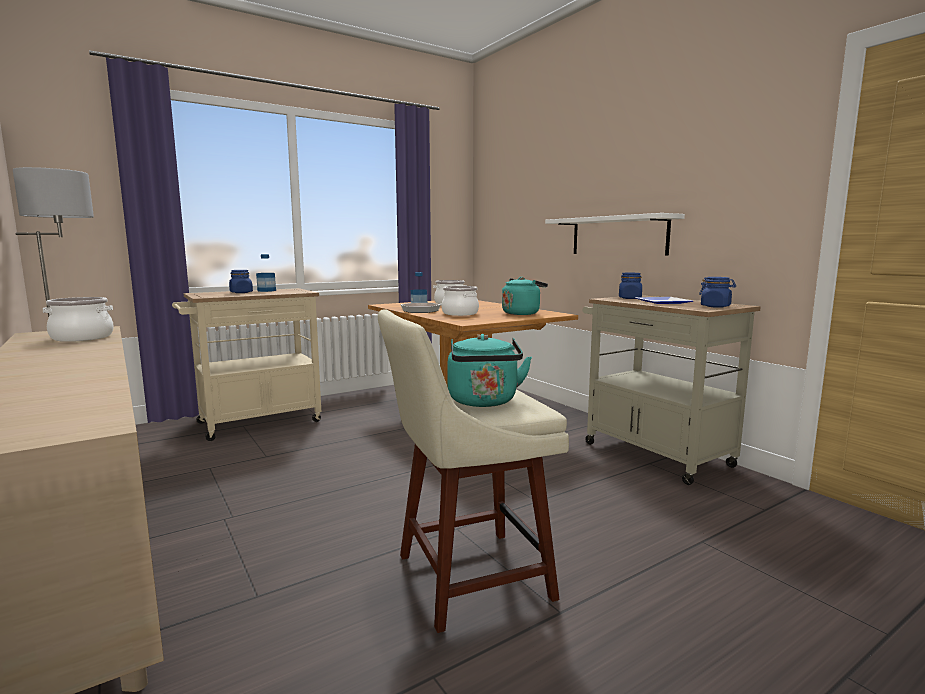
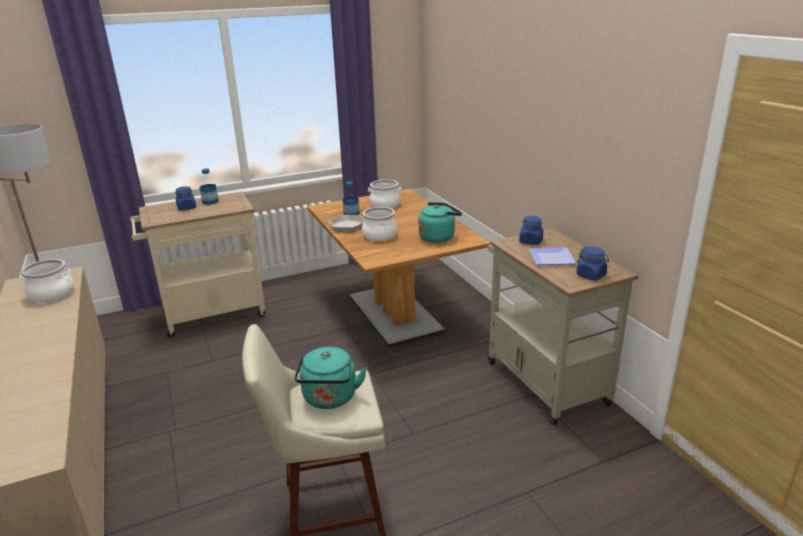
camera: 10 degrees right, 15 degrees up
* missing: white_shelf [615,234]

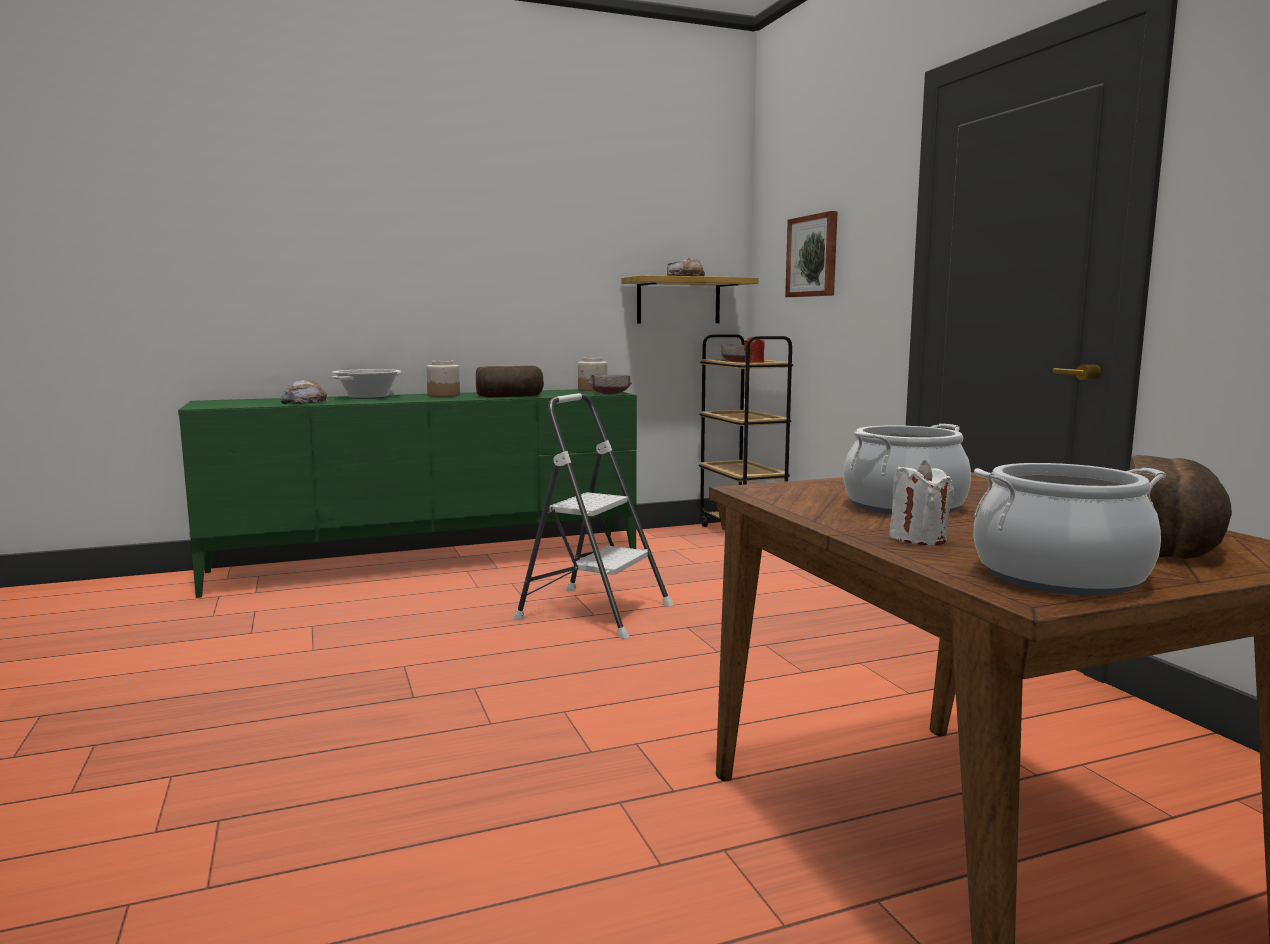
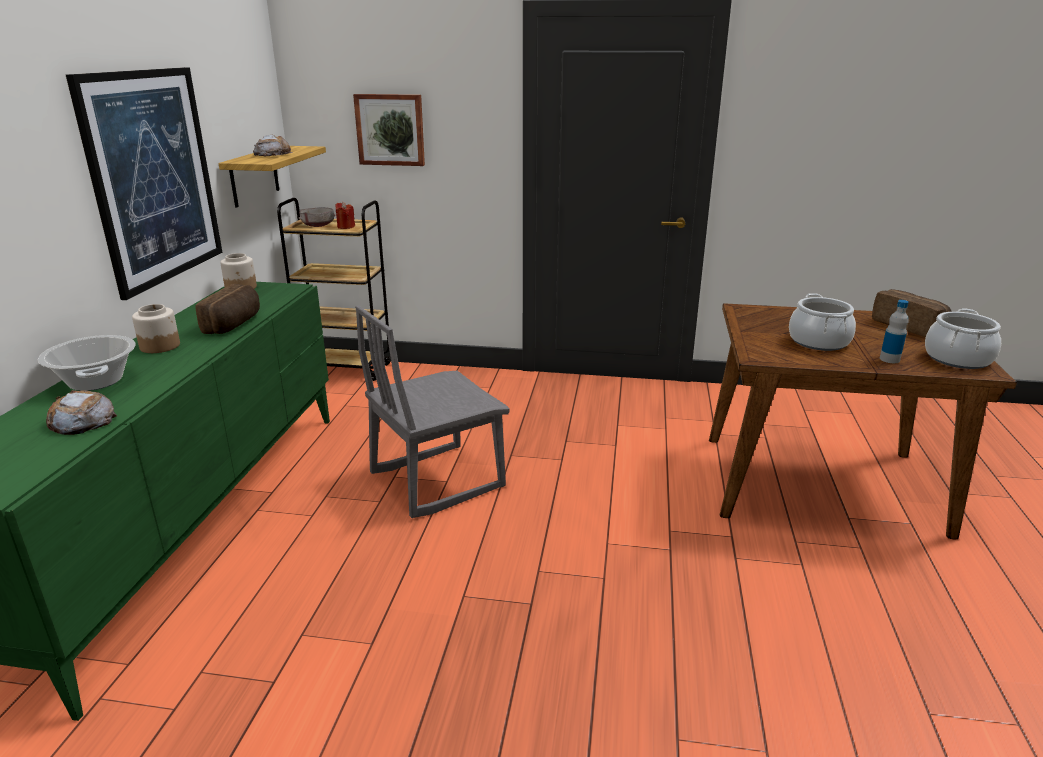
camera: 60 degrees left, 15 degrees up
* missing: grey_bowl [610,384]
* exchanged: white_step_ladder [593,516] to grey_chair [432,411]
* exchanged: white_candle [921,502] to bottle [894,331]
* appeared: picture [144,183]

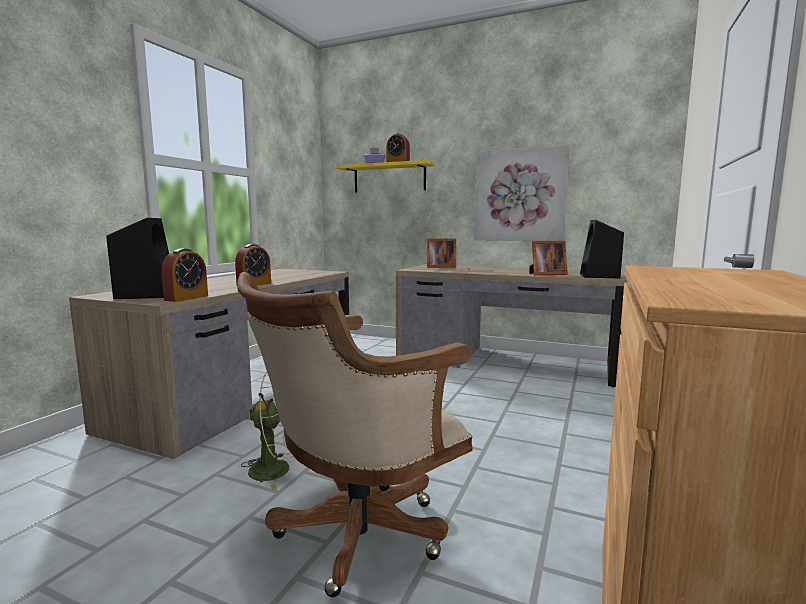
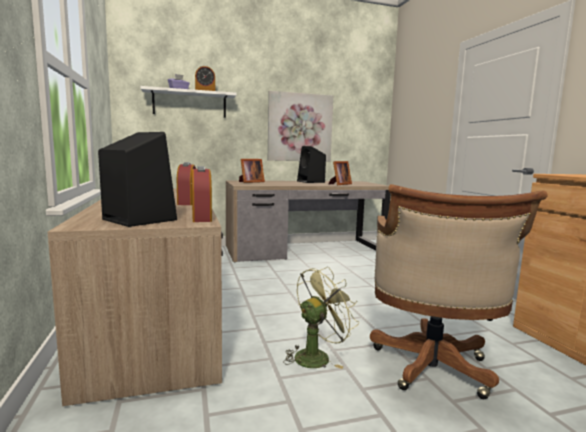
camera: 40 degrees left, 0 degrees up
* colour: yellow_shelf [385,176] to white_shelf [188,102]
* relocated: black_speaker [602,249] to [311,164]

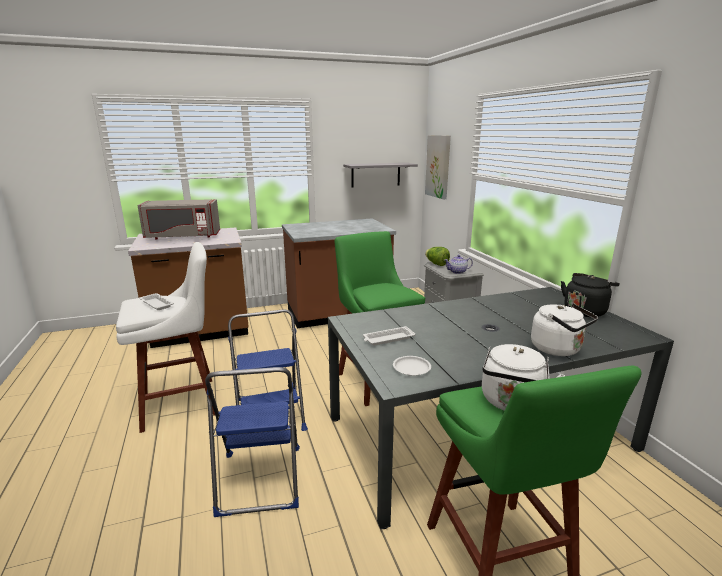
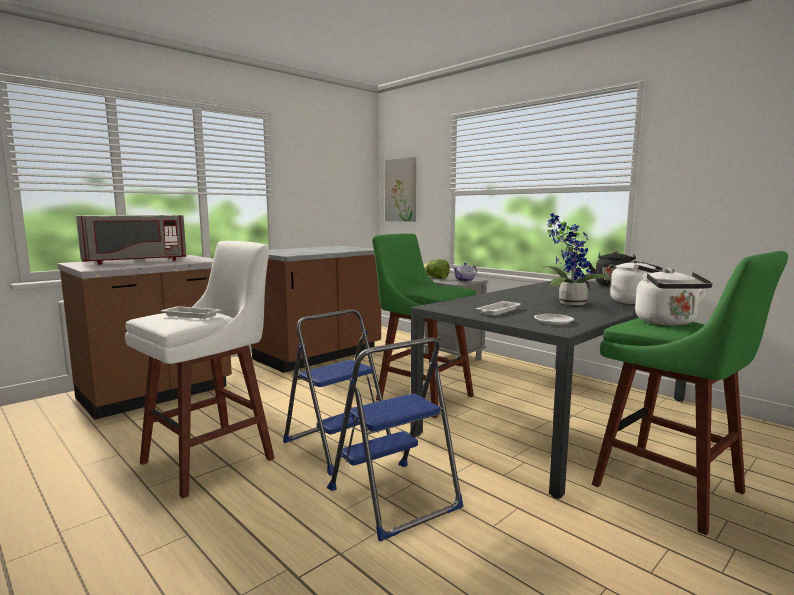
camera: 25 degrees left, 10 degrees down
* missing: grey_shelf [380,175]
* appeared: potted_plant [575,259]

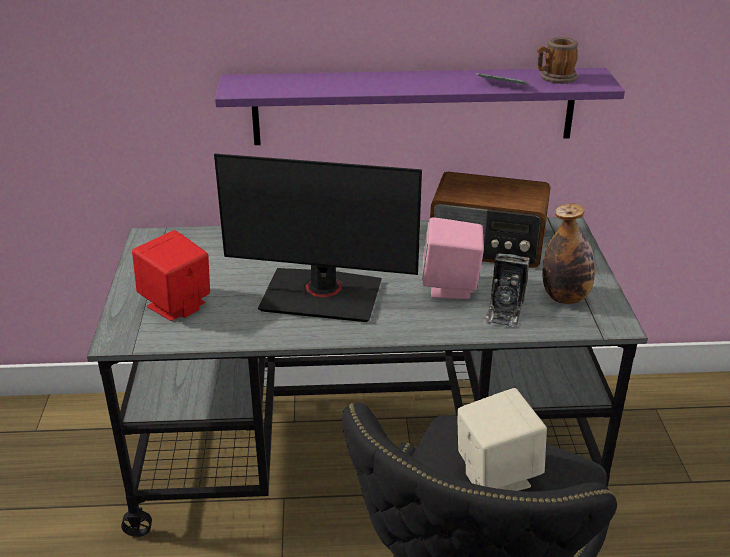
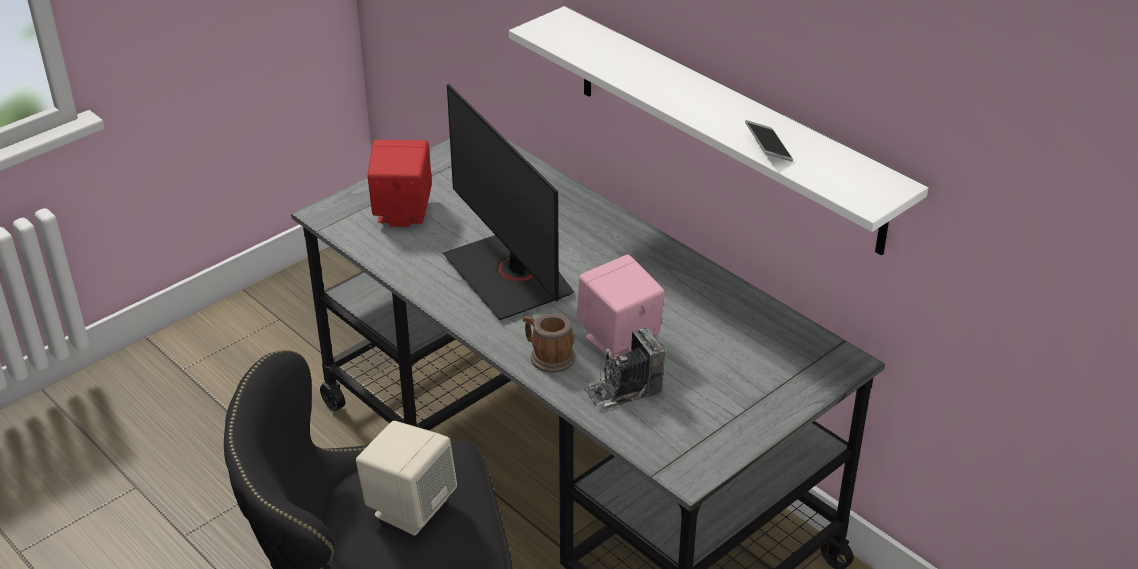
camera: 50 degrees right, 5 degrees up
* relocated: mug [557,60] to [549,343]
* colour: purple_shelf [420,106] to white_shelf [718,130]
* missing: radio [490,220]
* missing: bottle [568,253]

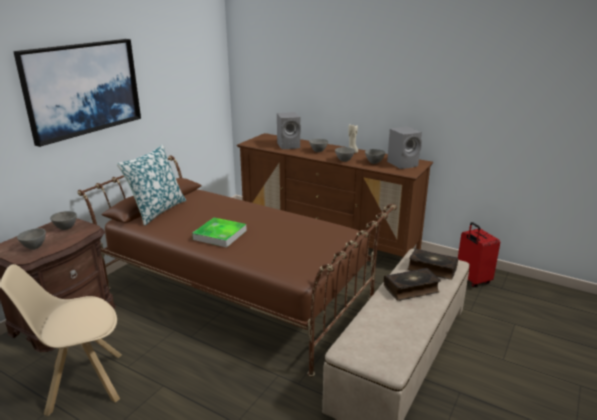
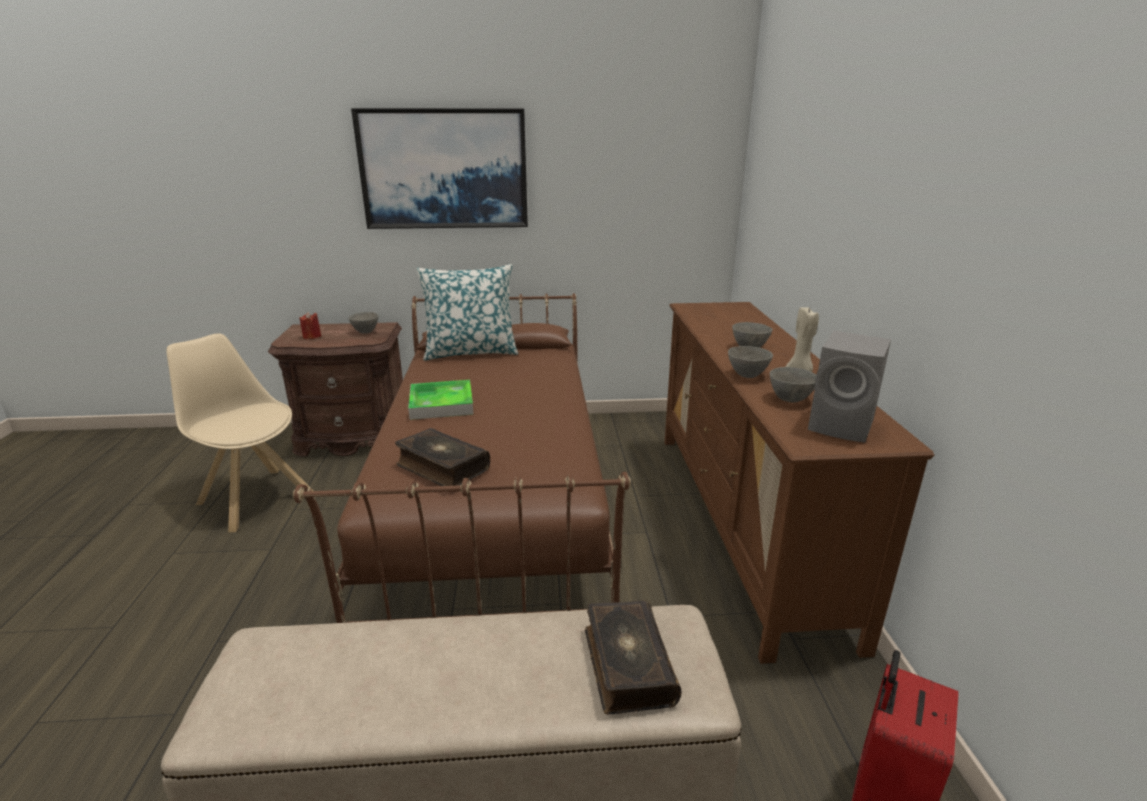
camera: 55 degrees right, 0 degrees up
* missing: grey_speaker [289,130]
* exchanged: grey_bowl [31,239] to red_candle [310,325]
* relocated: book [412,284] to [442,457]

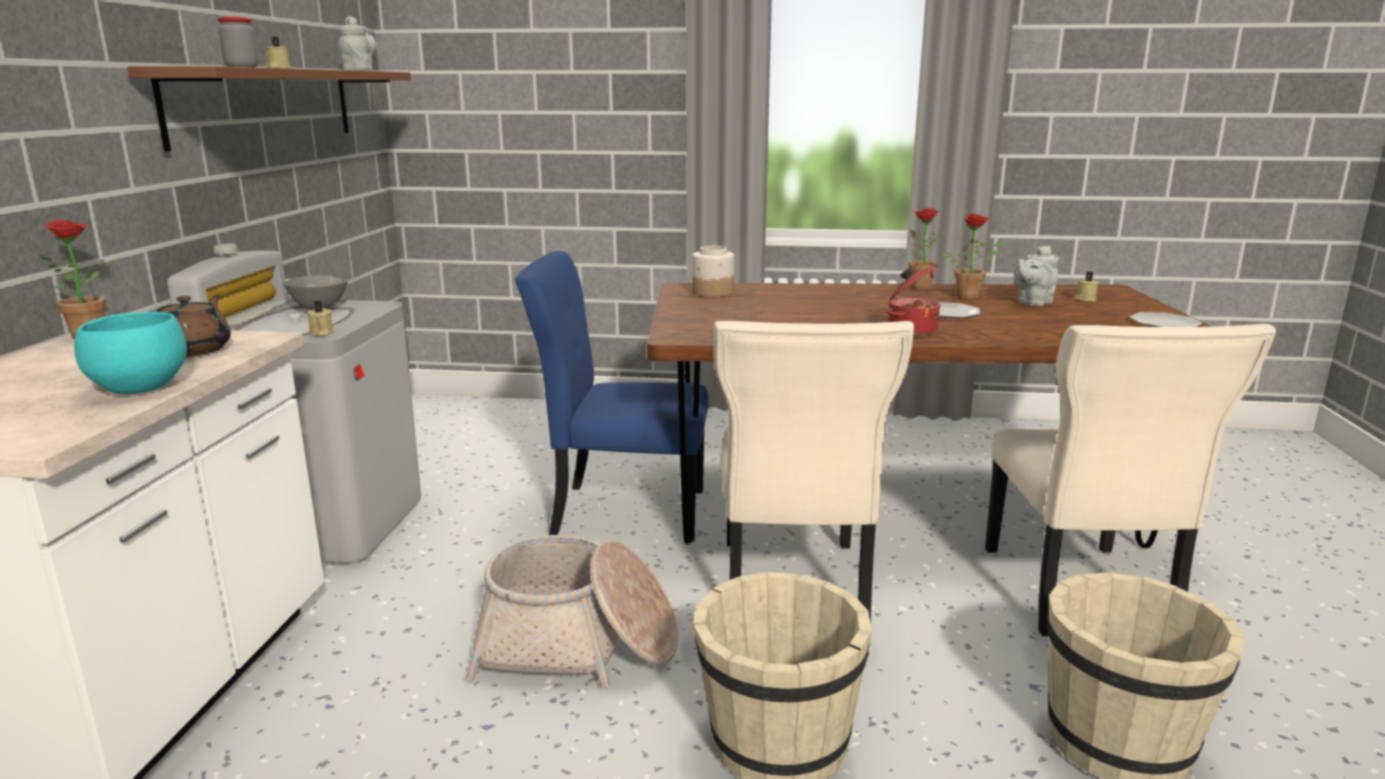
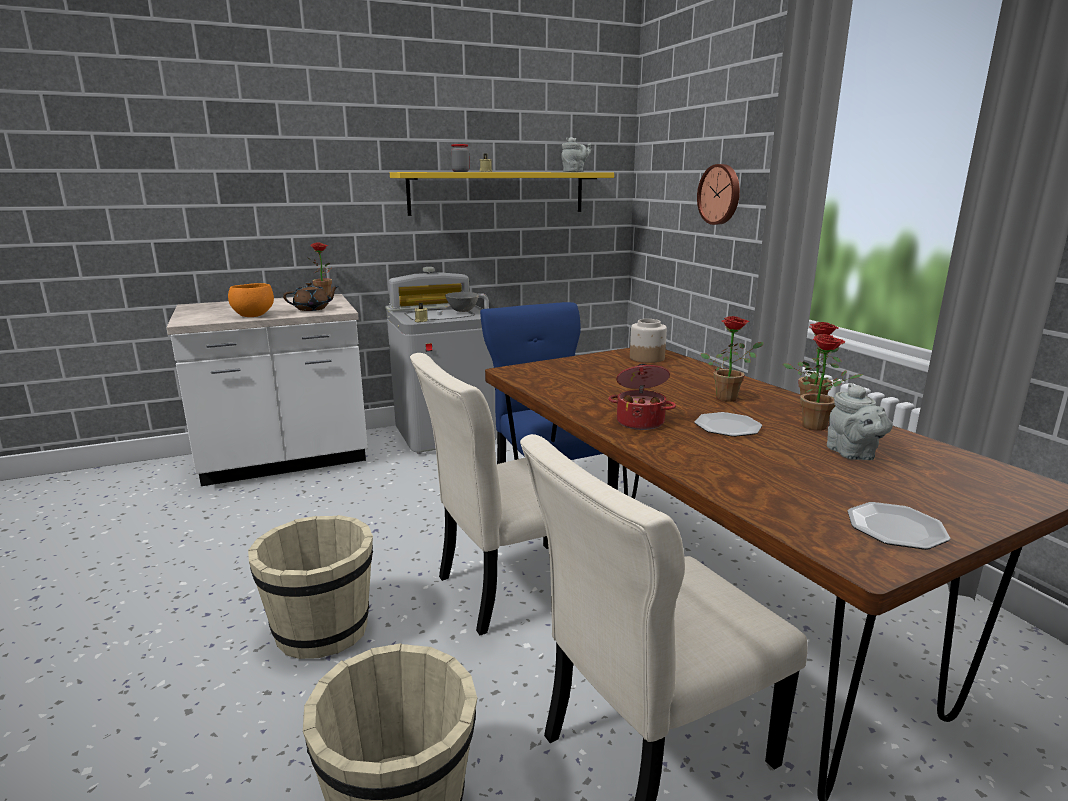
camera: 60 degrees right, 0 degrees up
* colour: brown_shelf [269,109] to yellow_shelf [502,194]
* spun: grey_teapot [1036,276] = [860,421] 120 degrees counterclockwise
* missing: beige_candle [1086,286]
* colour: turquoise_bowl [130,353] to orange_bowl [251,300]
* missing: basket [571,612]
* appeared: wall_clock [718,194]
* appeared: potted_plant [732,359]

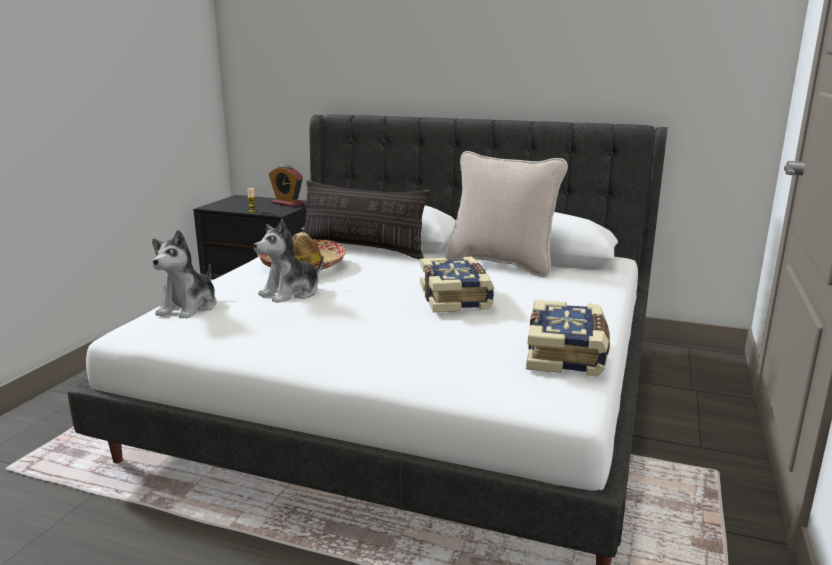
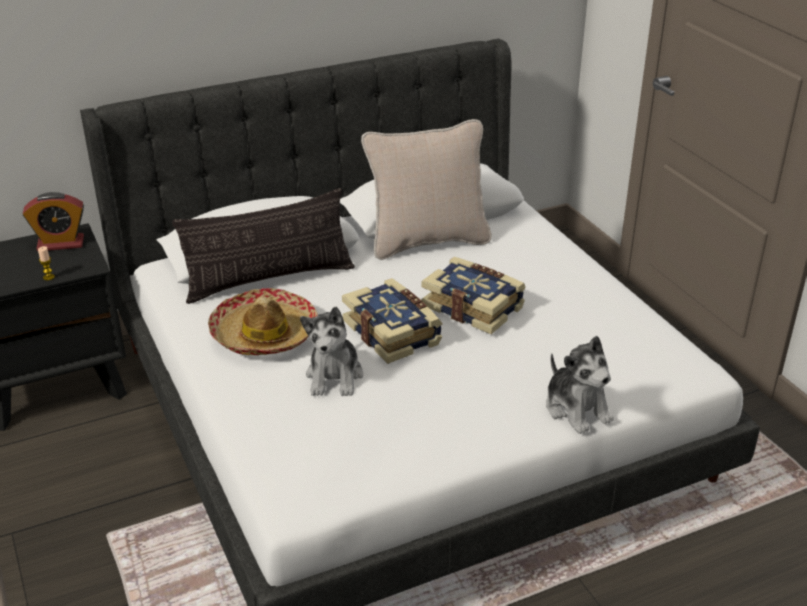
camera: 45 degrees left, 15 degrees up
* relocated: plush_toy [184,274] to [580,385]
* relocated: book [568,338] to [392,321]

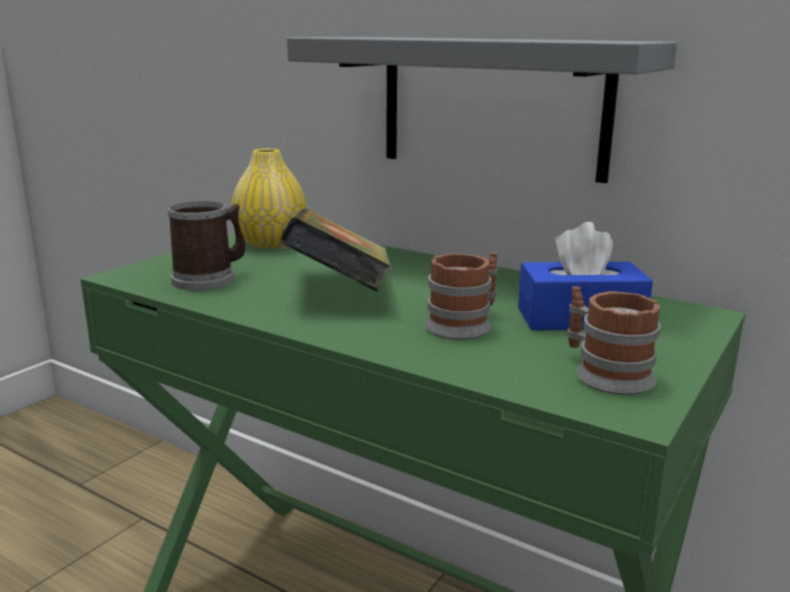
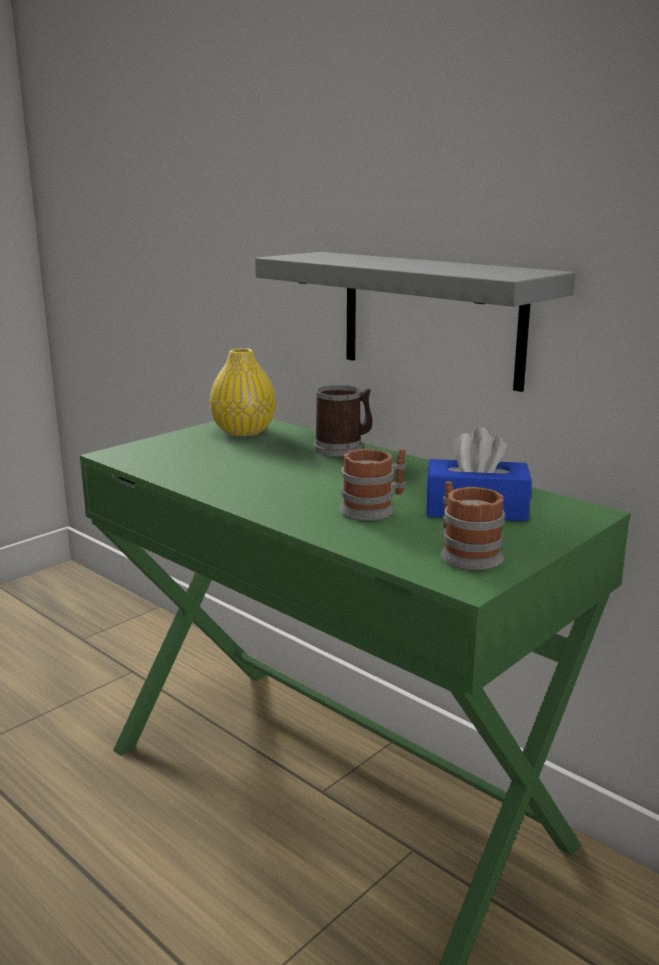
camera: 10 degrees right, 0 degrees up
* relocated: mug [206,246] to [343,421]
* missing: book [336,250]

